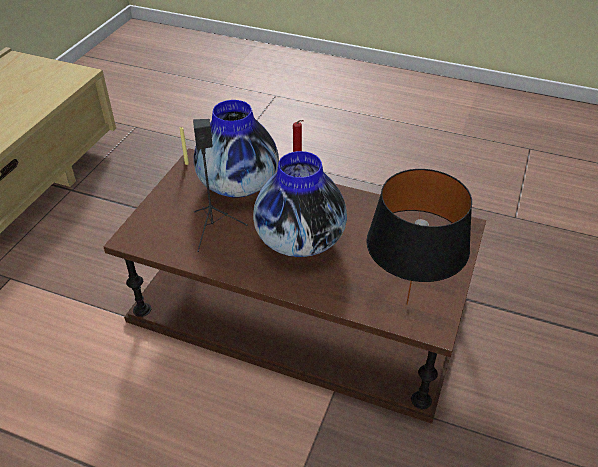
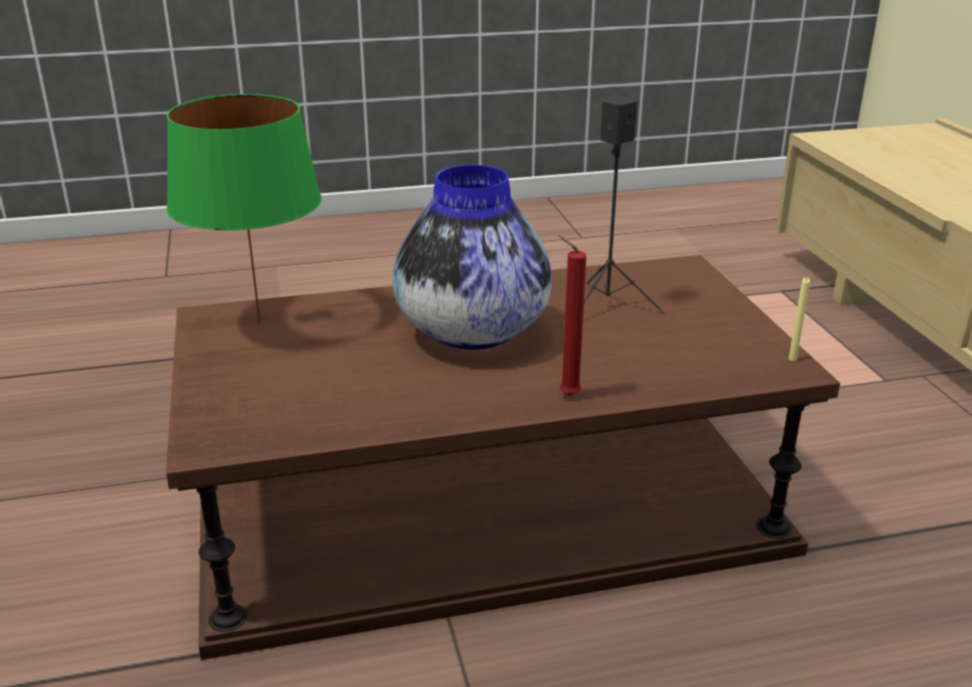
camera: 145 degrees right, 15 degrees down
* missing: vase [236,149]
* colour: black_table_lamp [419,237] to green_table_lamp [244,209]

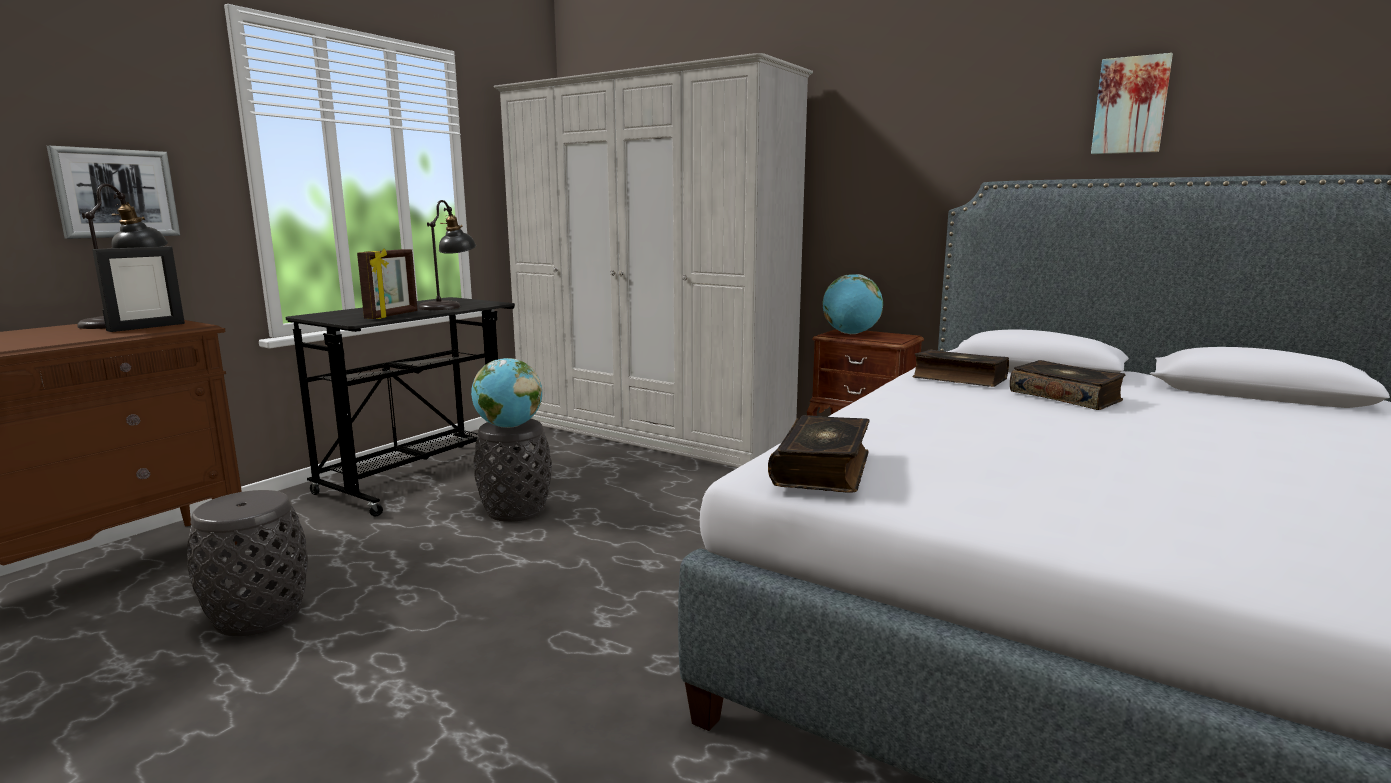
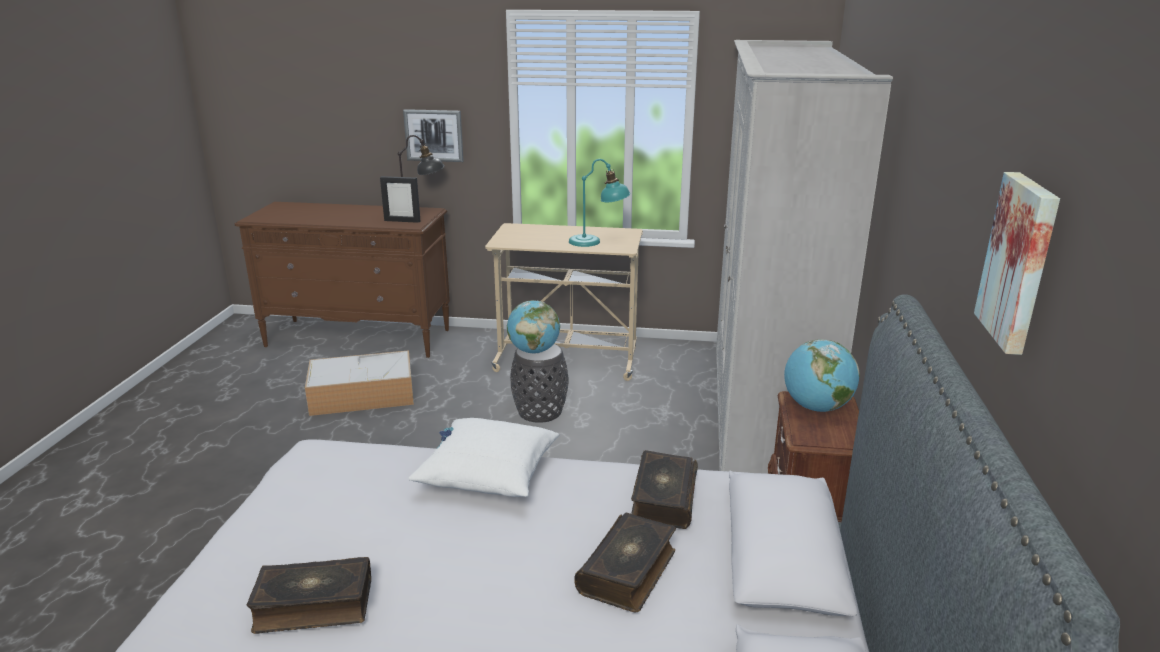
camera: 65 degrees right, 10 degrees up
* colour: grey_table_lamp [447,255] to turquoise_table_lamp [599,203]
* missing: picture_frame [387,284]
* colour: black_desk [402,406] to beige_desk [564,302]
* relocated: book [819,454] to [308,595]
* exchanged: grey_stool [247,563] to storage_box [359,383]
* appeared: white_pillow [483,457]

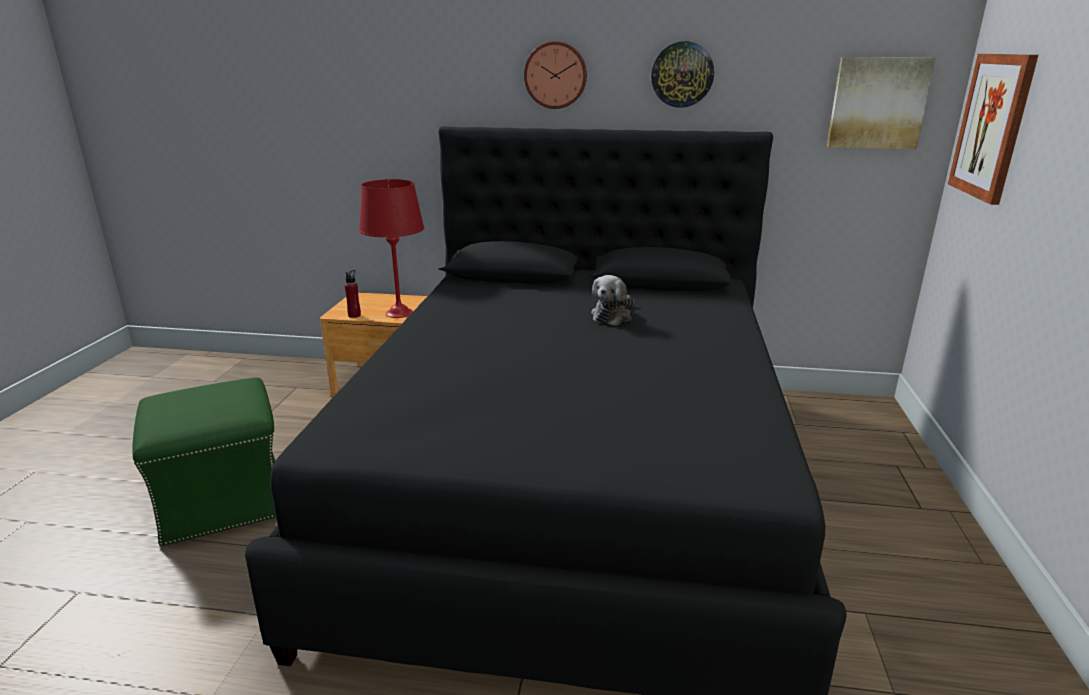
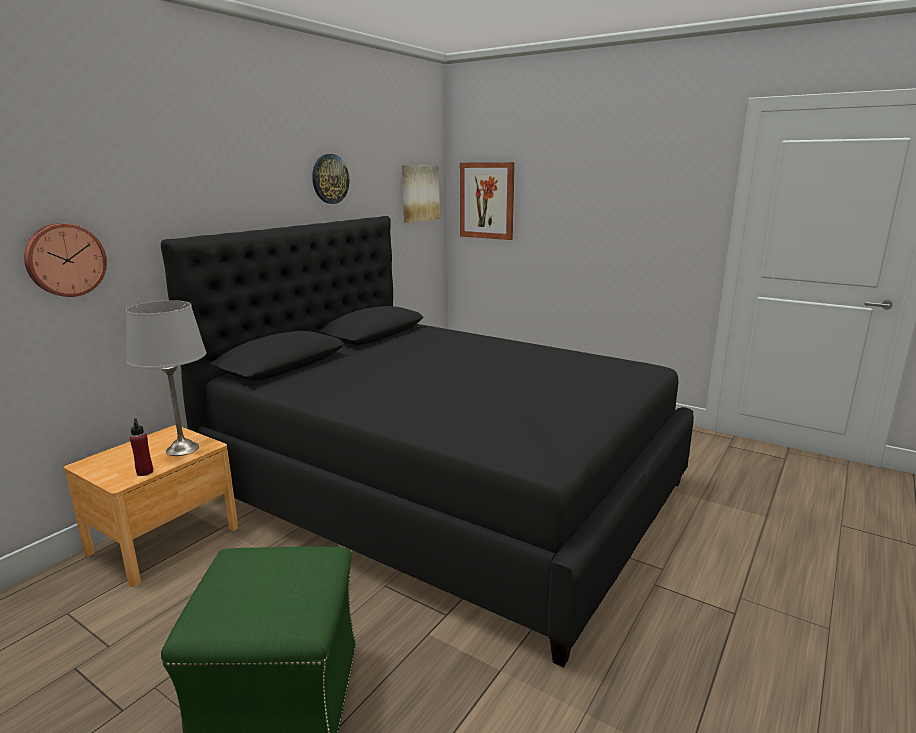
camera: 65 degrees left, 5 degrees down
* relocated: wall_clock [555,75] to [65,260]
* colour: red_table_lamp [391,248] to grey_table_lamp [166,378]
* missing: plush_toy [612,300]

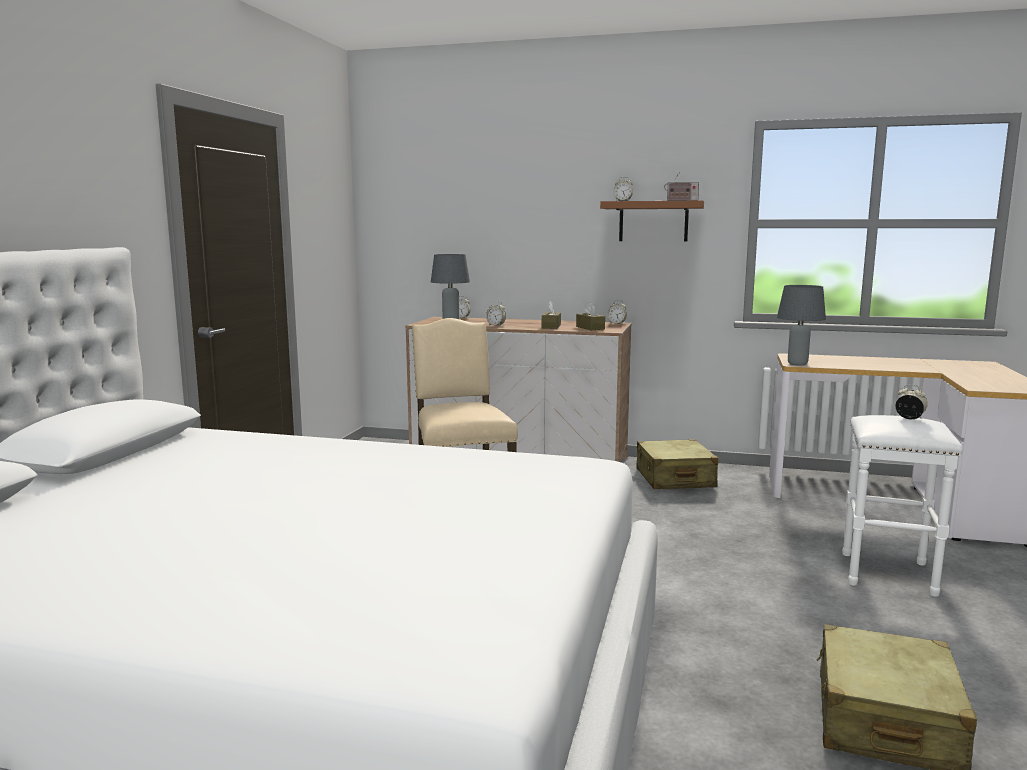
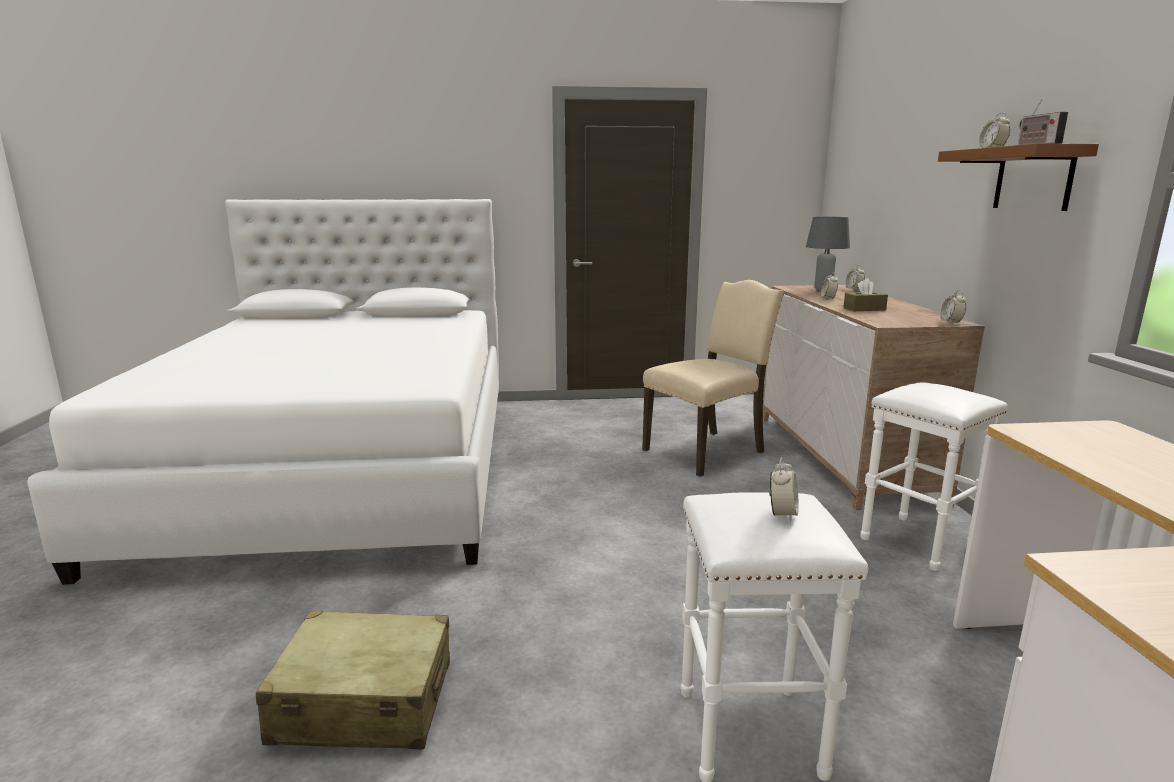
camera: 70 degrees right, 5 degrees up
* missing: grey_table_lamp [801,325]
* missing: brown_tissue_box [590,316]
* exchanged: beige_suitcase [677,464] to white_stool [934,477]

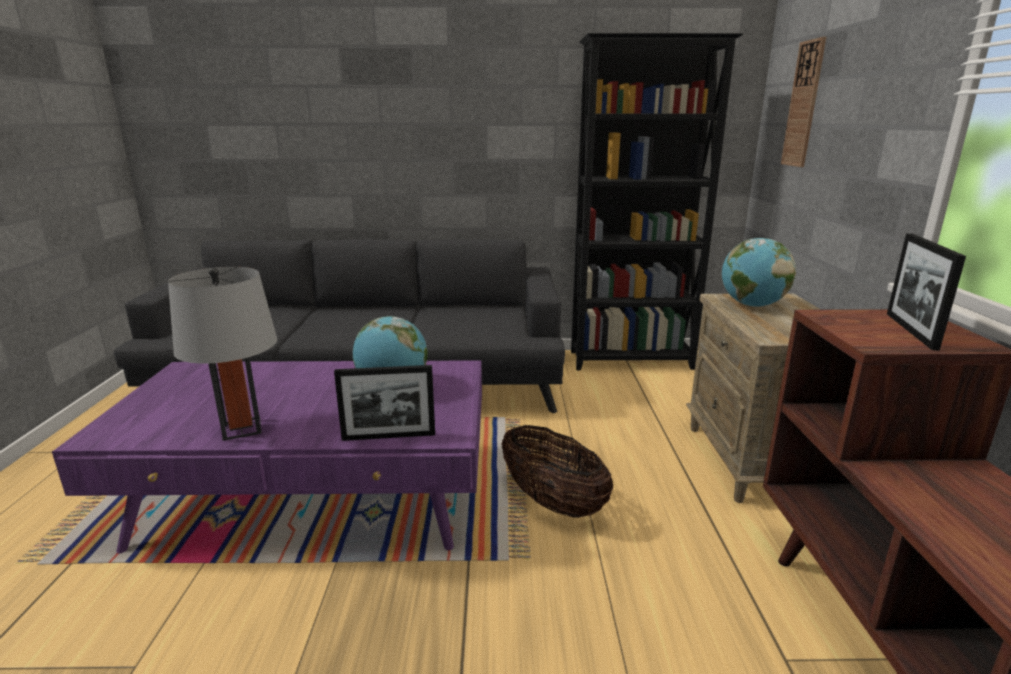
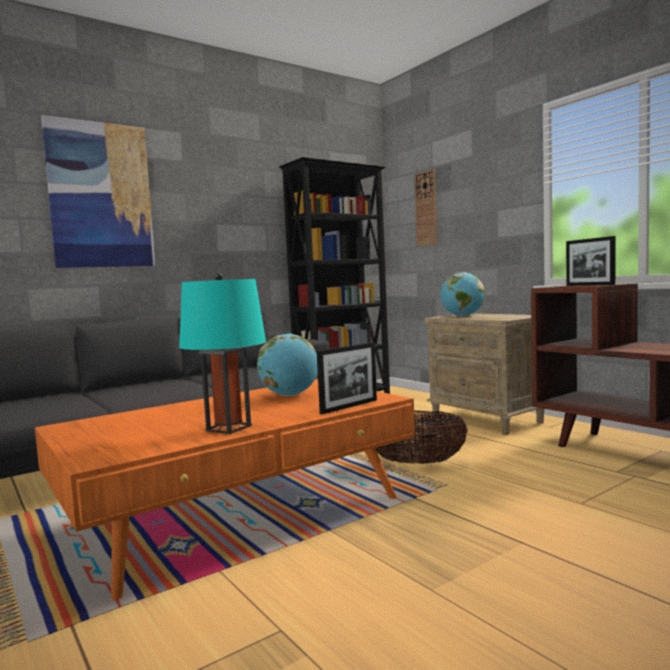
camera: 35 degrees left, 15 degrees down
* colour: grey_table_lamp [222,354] to turquoise_table_lamp [222,353]
* colour: purple_coffee_table [267,456] to orange_coffee_table [225,489]
* appeared: picture [98,191]

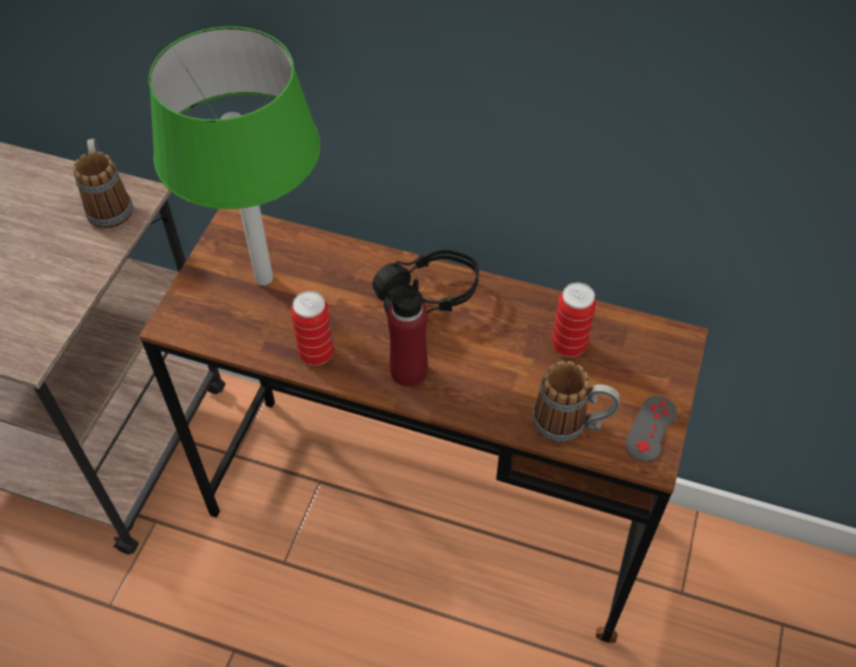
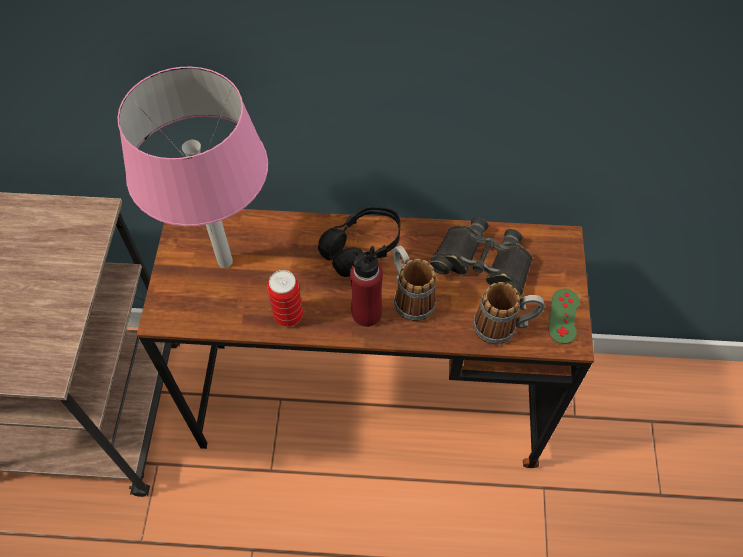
camera: 15 degrees left, 5 degrees up
* colour: green_table_lamp [234,155] to pink_table_lamp [192,167]
* relocated: mug [103,183] to [414,283]
* exchanged: can [574,319] to black_binoculars [481,257]
* colour: grey_game_controller [651,429] to green_game_controller [564,316]

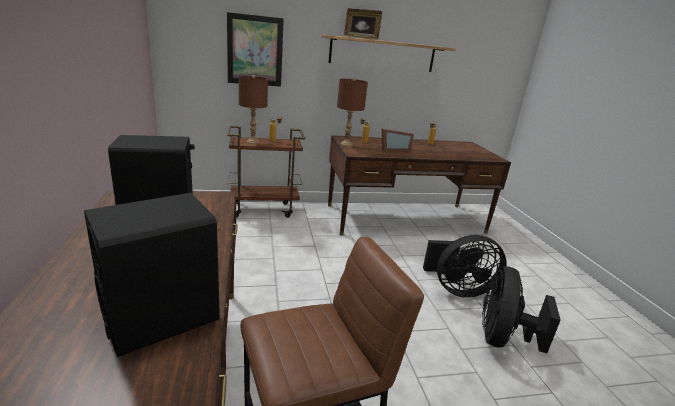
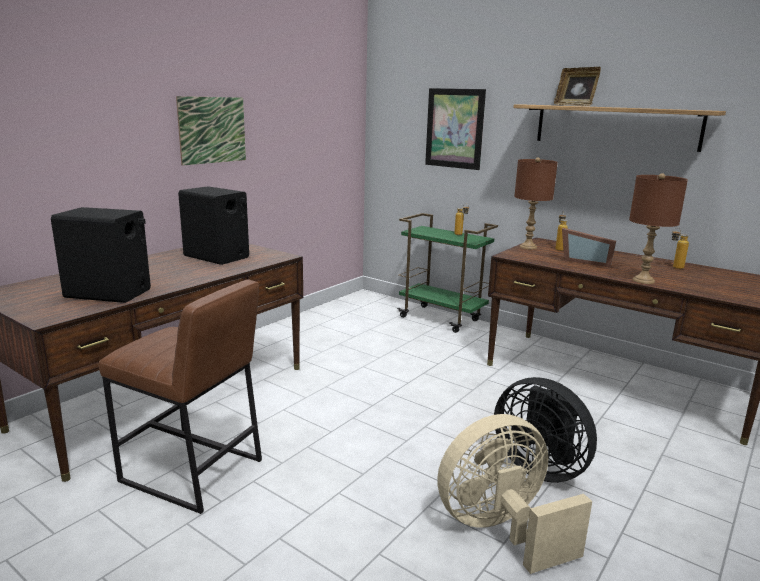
camera: 50 degrees right, 5 degrees down
* relocated: brown_table_lamp [253,109] to [658,228]
* colour: brown_cart [266,172] to green_cart [447,273]
* colour: black_fan [521,309] to beige_fan [514,494]
* appeared: picture [211,131]

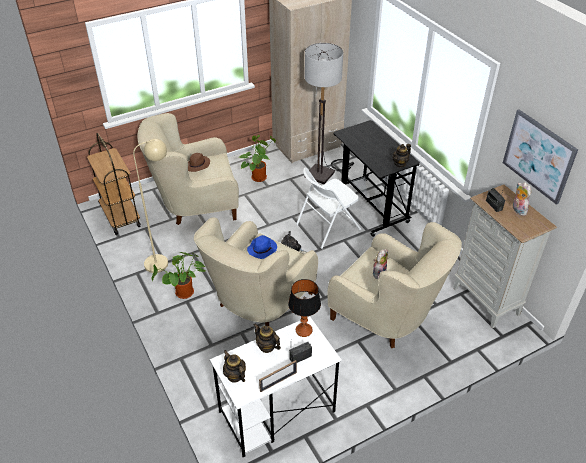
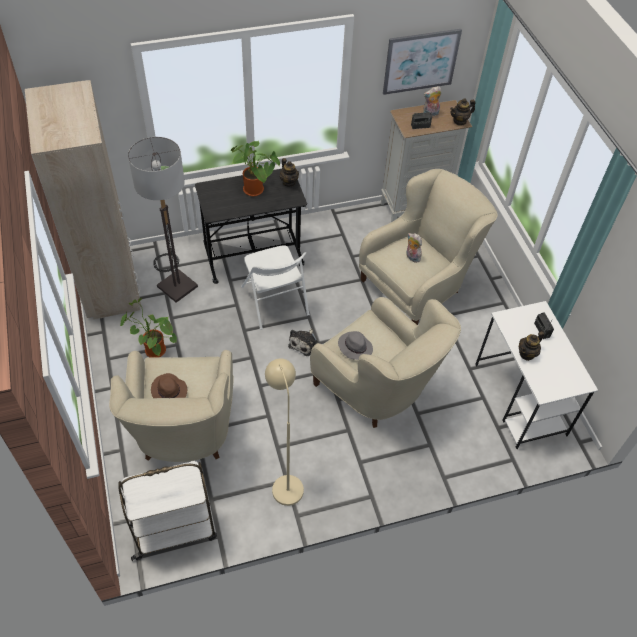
camera: 80 degrees left, 10 degrees up
* colour: brown_cart [114,184] to white_cart [167,511]
* colour: blue_hat [262,247] to grey_hat [355,345]
* relocated: potted_plant [178,275] to [255,168]
* missing: table_lamp [304,308]
* relocated: teapot [234,366] to [463,112]
* missing: picture_frame [278,376]

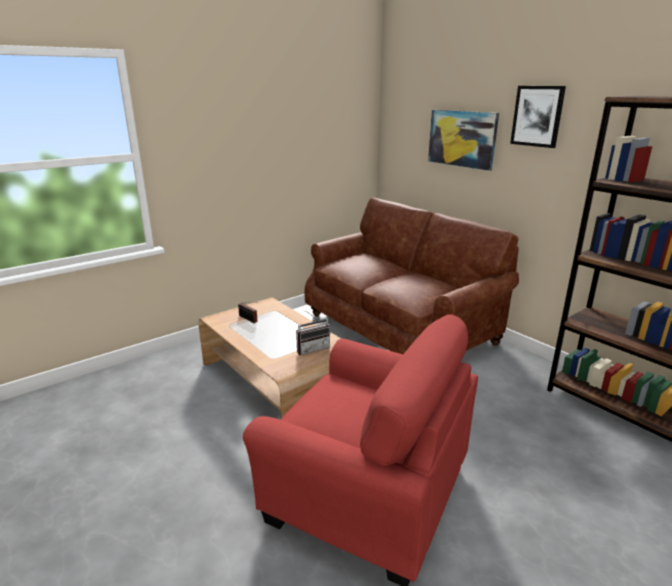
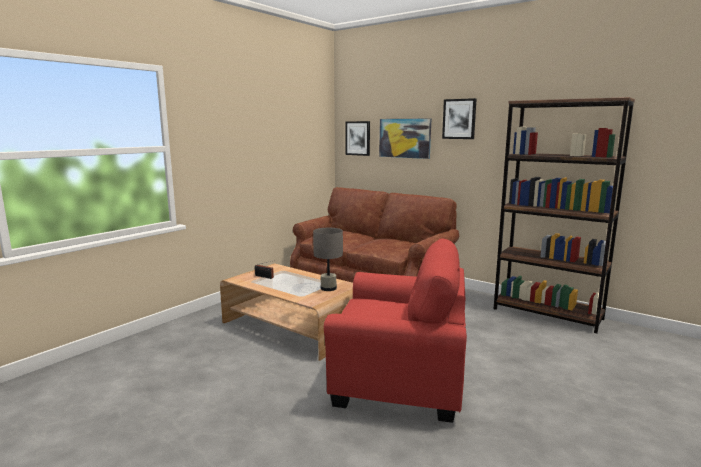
camera: 15 degrees left, 10 degrees down
* exchanged: radio [313,332] to grey_table_lamp [328,259]
* appeared: picture [357,138]

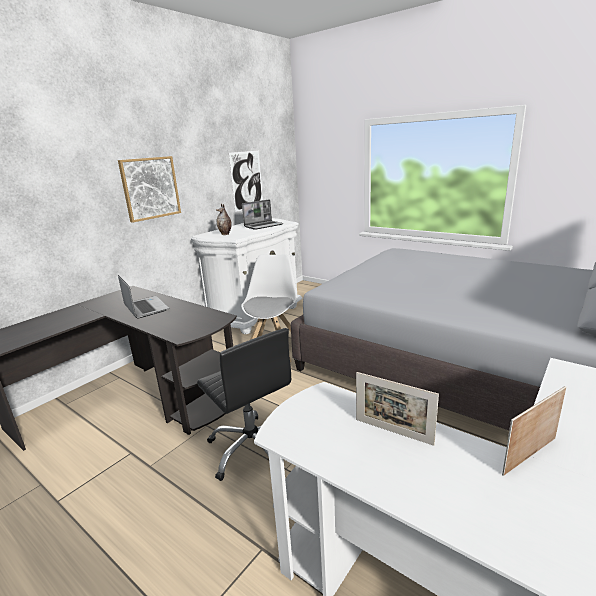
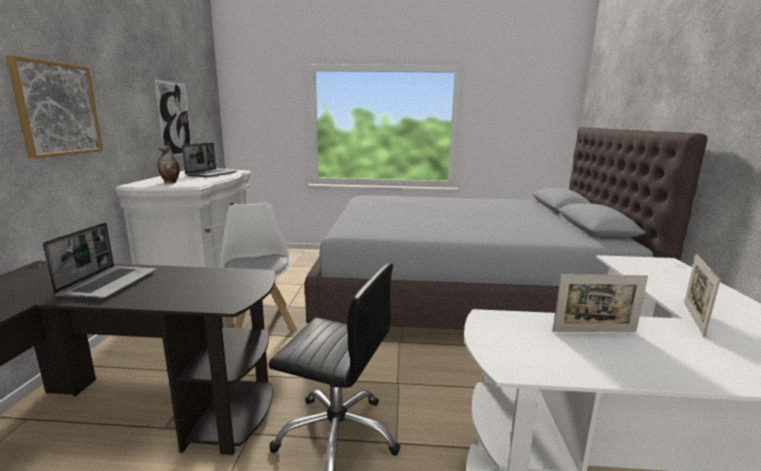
camera: 35 degrees left, 5 degrees down
* spun: laptop [143,297] = [99,261] 75 degrees clockwise

